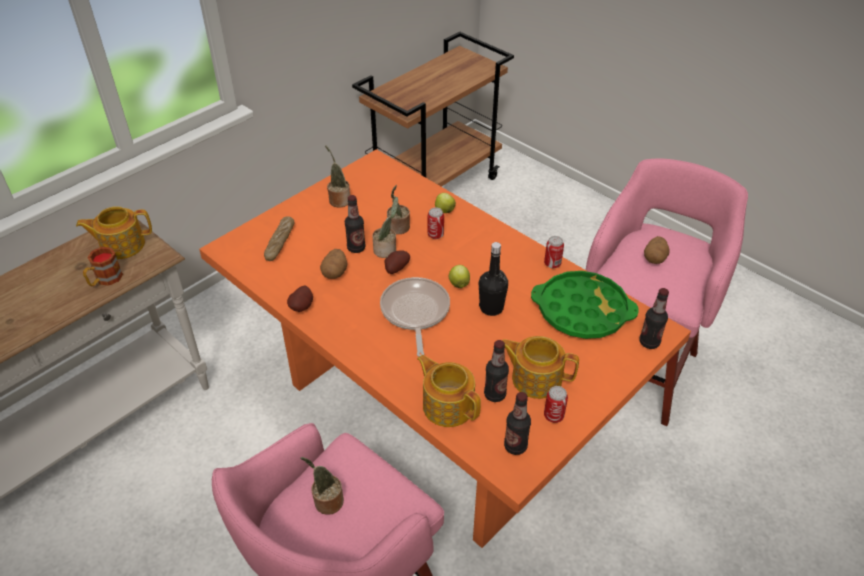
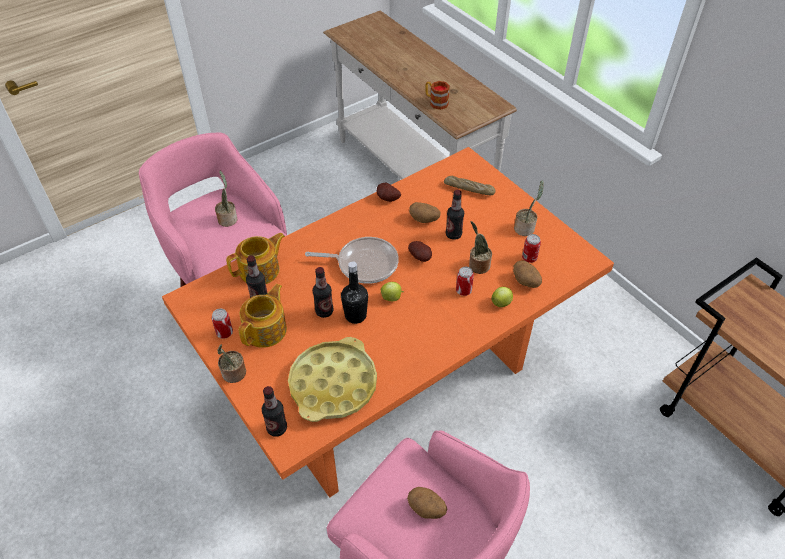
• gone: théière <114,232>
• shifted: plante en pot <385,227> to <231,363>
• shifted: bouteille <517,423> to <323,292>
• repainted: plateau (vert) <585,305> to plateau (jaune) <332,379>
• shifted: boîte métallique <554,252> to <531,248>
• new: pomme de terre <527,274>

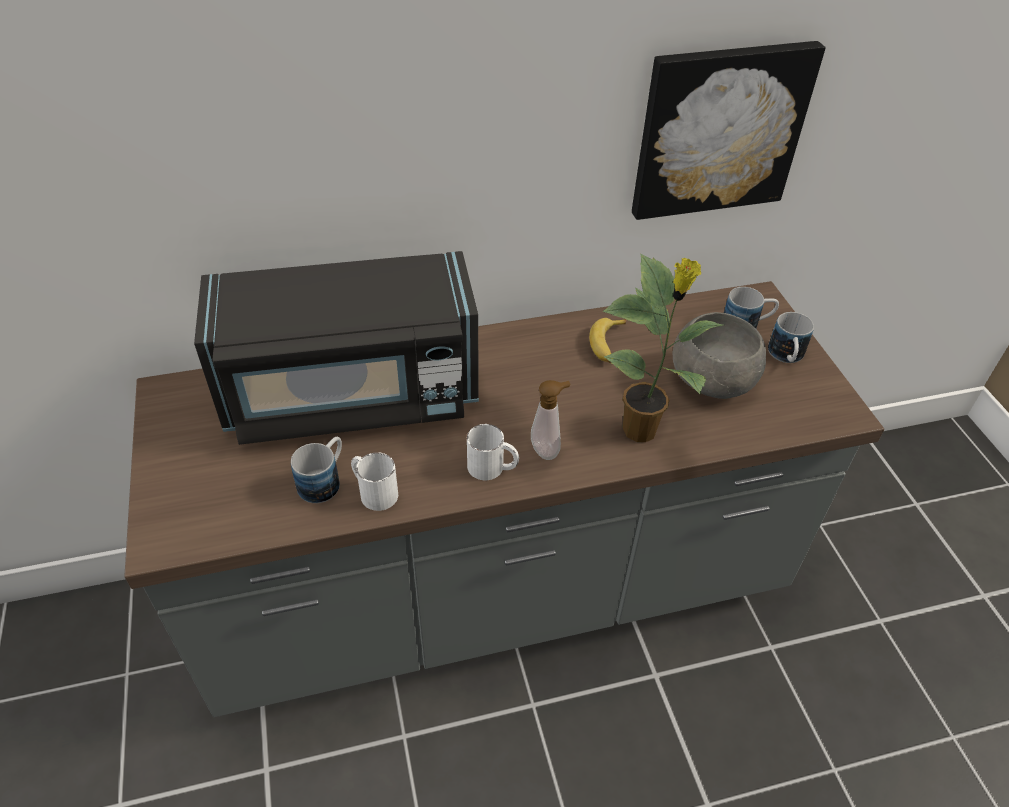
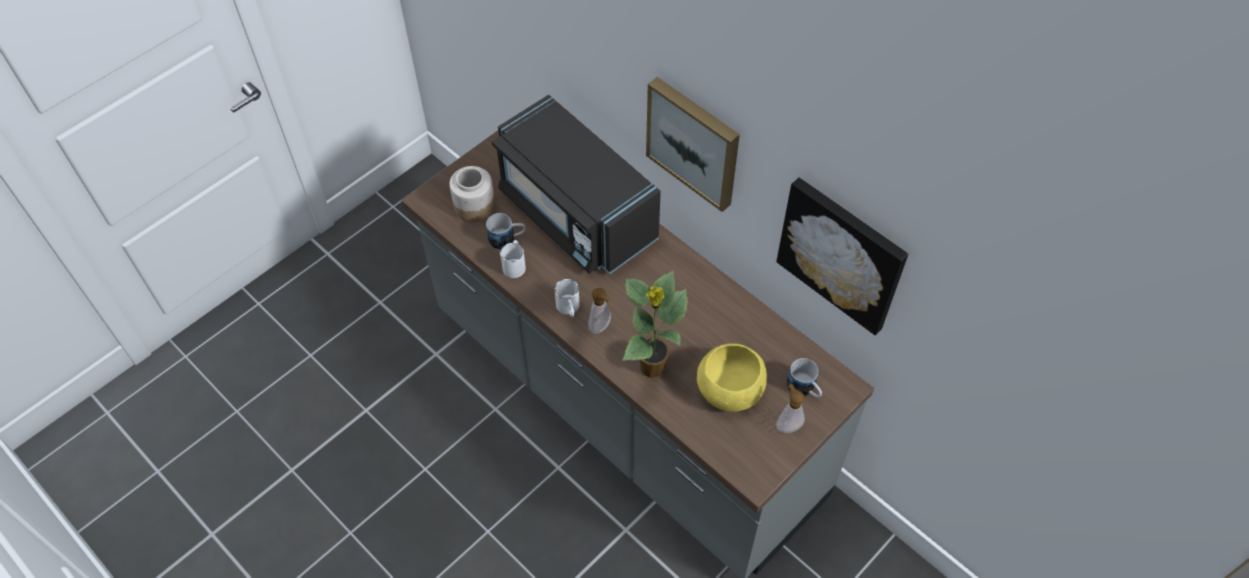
• gone: banane <607,340>
• repainted: bol (gris) <719,355> to bol (jaune) <732,377>
• swapped: mug <791,337> to distributeur de savon <790,408>
• new: bocal <472,194>
• new: tableau <693,144>

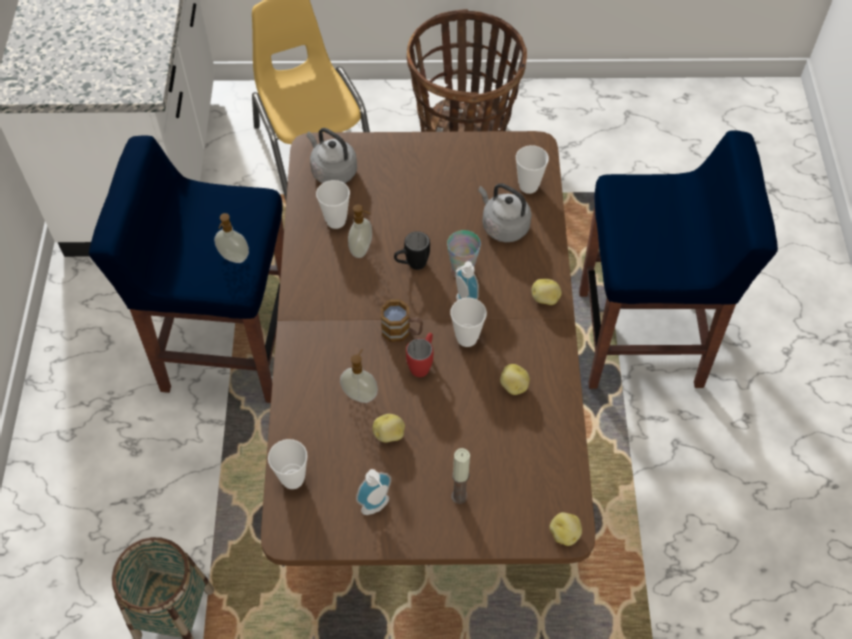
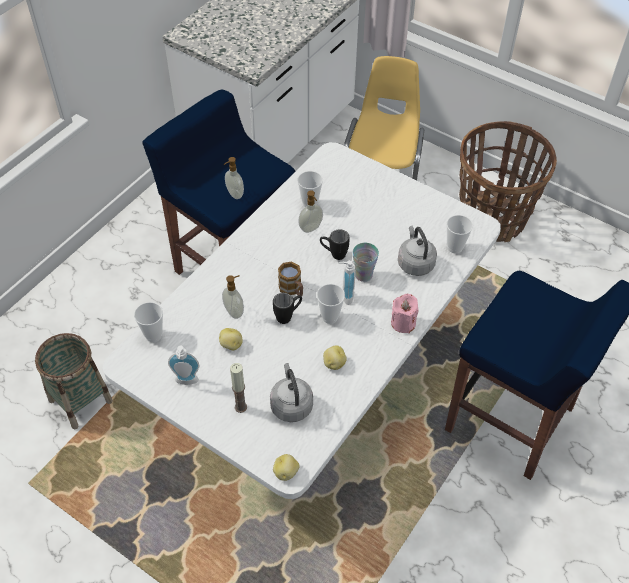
• repainted: table à manger (marron) <428,348> to table à manger (blanc) <302,320>
• shifted: bouilloire (gris) <332,155> to <291,392>
• repainted: mug (rouge) <419,355> to mug (noir) <287,308>
• swapped: pomme de terre <546,292> to bougie (rose) <405,313>

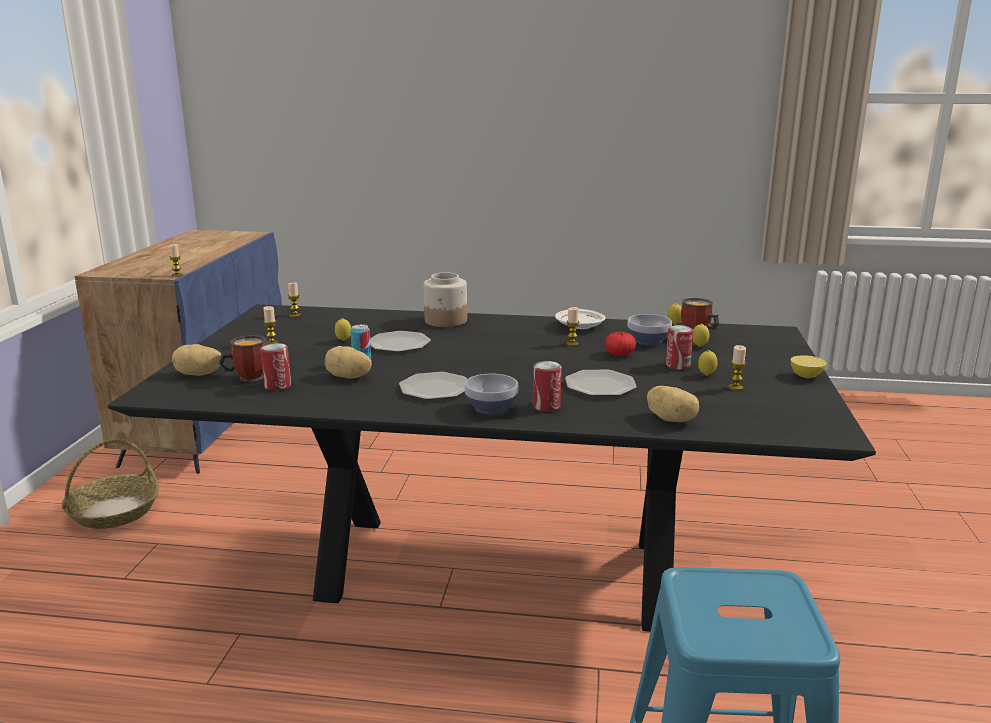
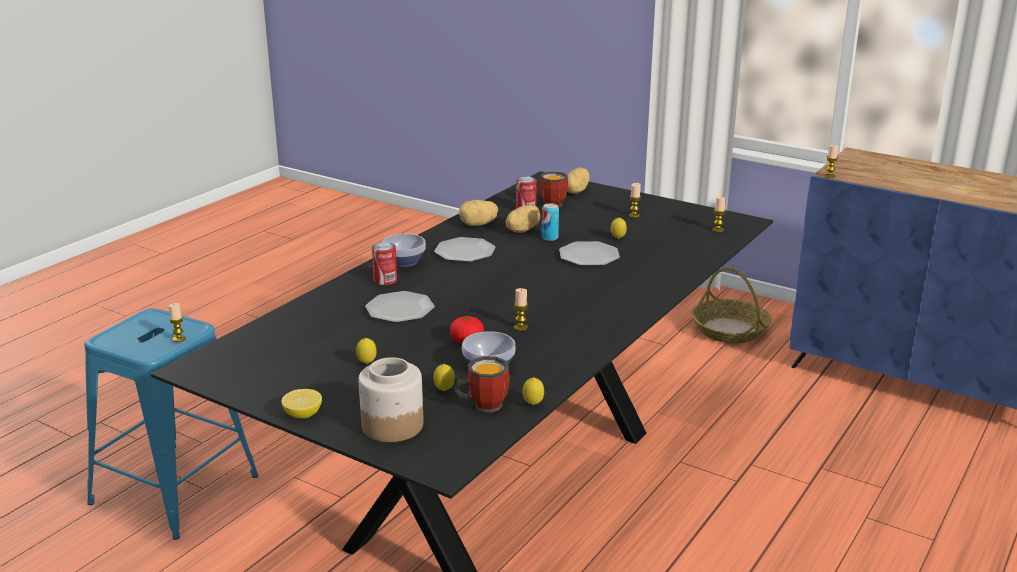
• shifted: bocal <445,299> to <390,399>
• gone: assiette (blanc) <580,319>
• shifted: pomme de terre <673,404> to <478,213>
• gone: boîte métallique <679,347>
• shifted: bougie <737,367> to <177,322>

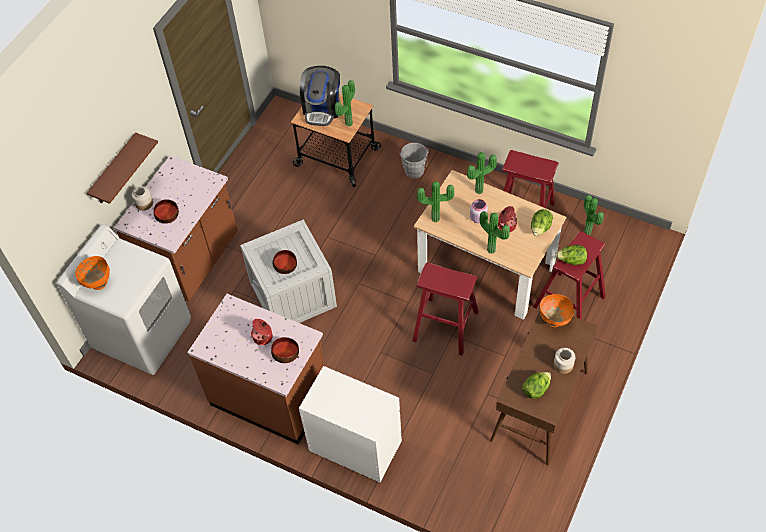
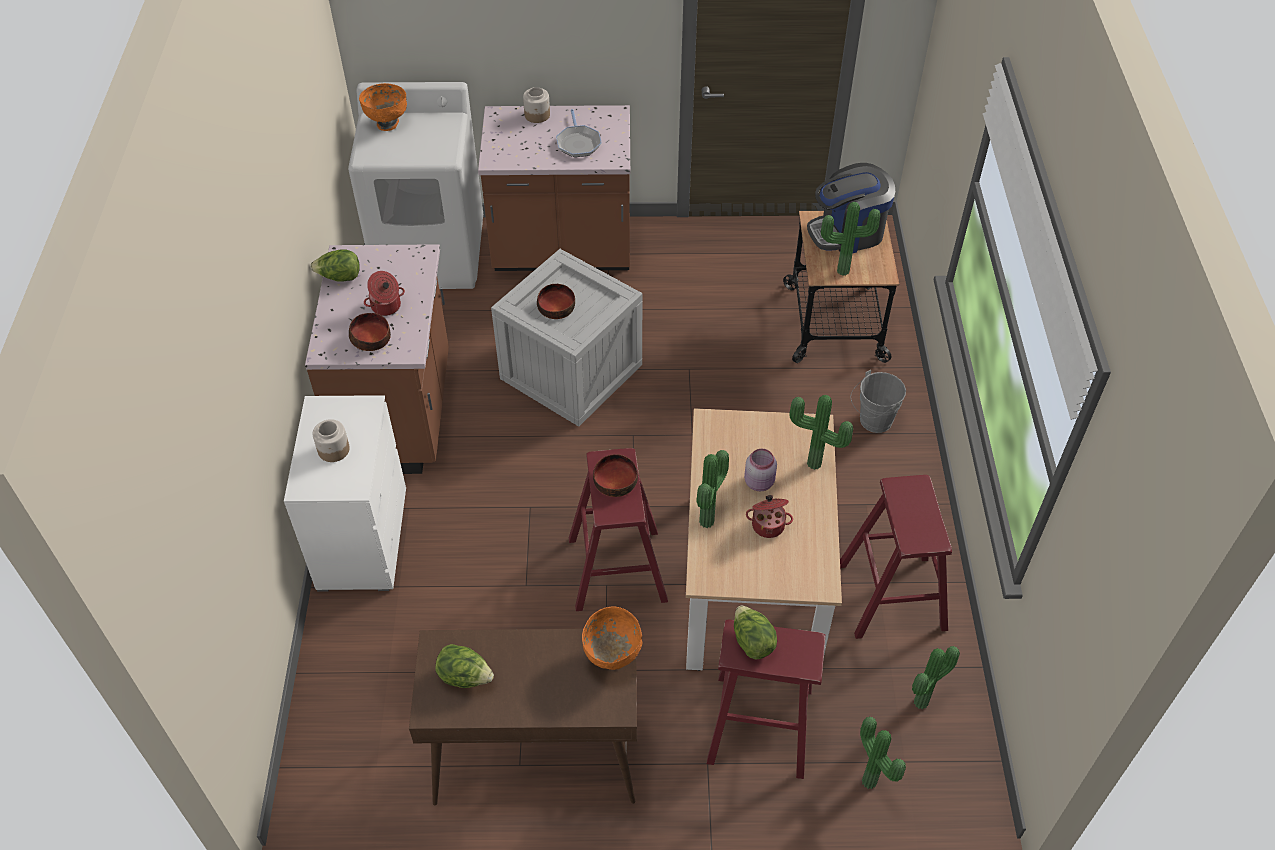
• gone: étagère (marron) <122,168>
• shifted: bol <166,211> to <615,475>
• shifted: plante en pot <435,201> to <883,753>
• shifted: laitue <542,222> to <335,265>
• shifted: bocal <564,361> to <331,440>
• new: poêle <579,133>

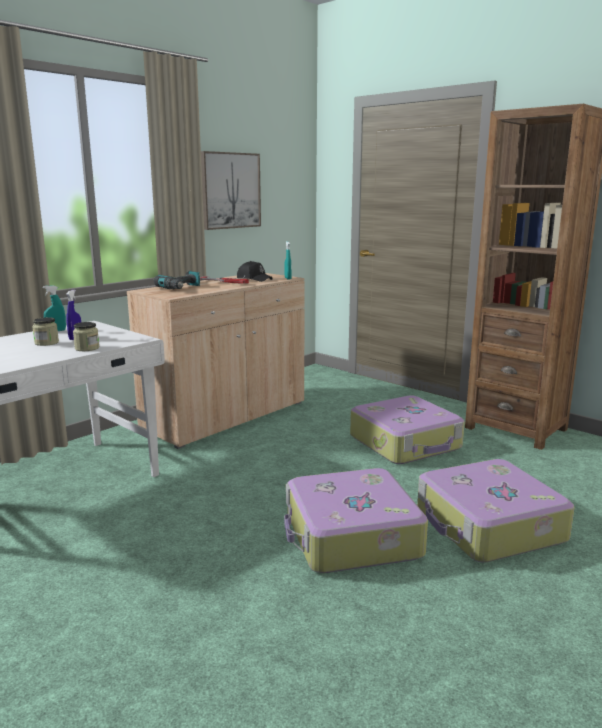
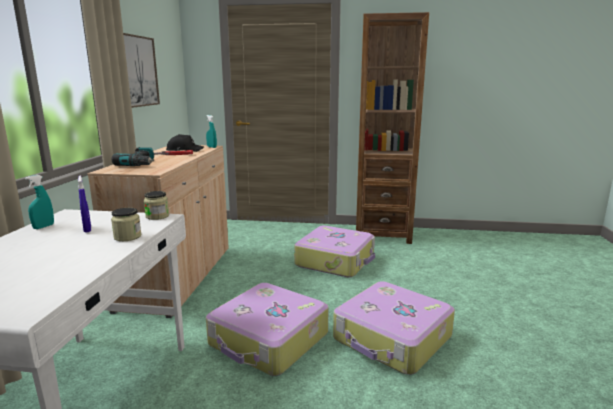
• shifted: bocal <45,331> to <156,205>
• shifted: valise <496,511> to <267,329>

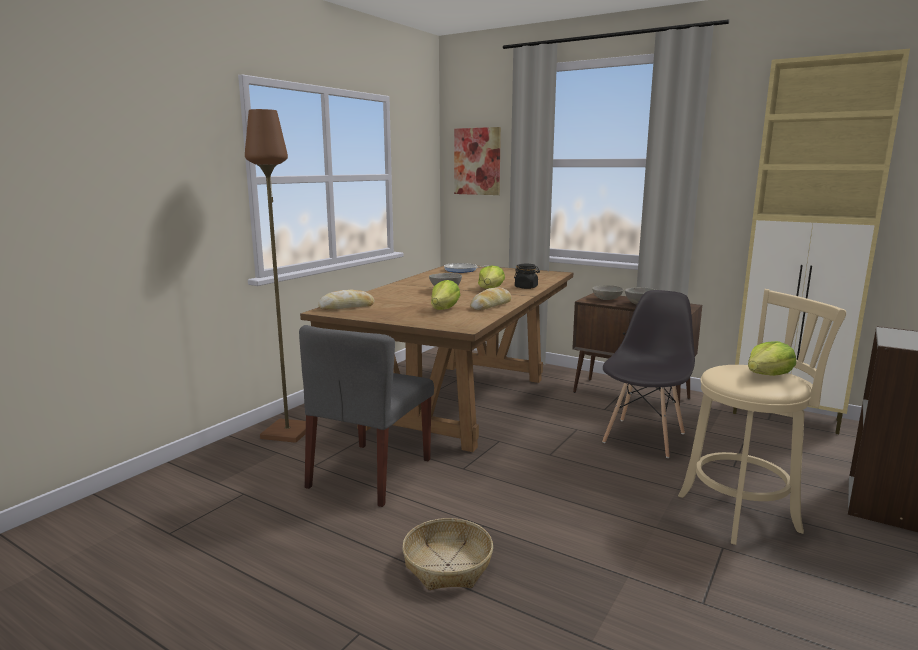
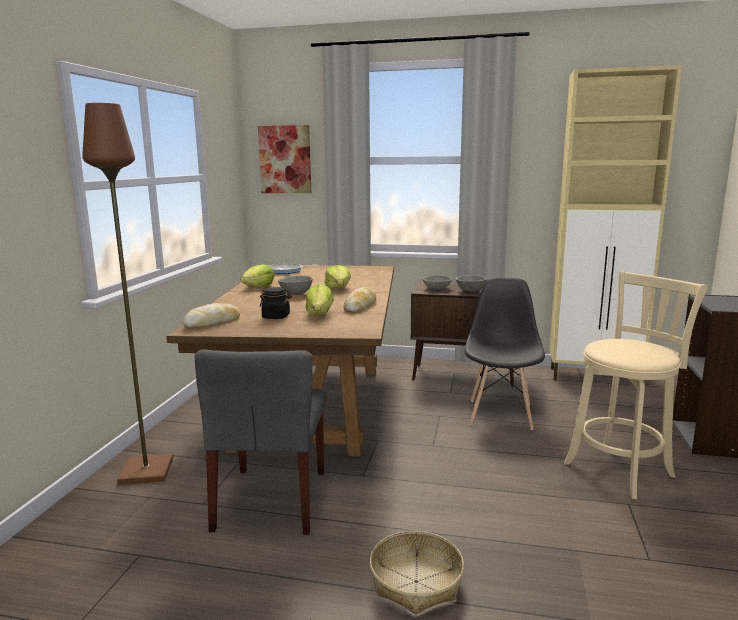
• shifted: bocal (noir) <527,276> to <276,303>
• shifted: laitue <772,358> to <257,275>

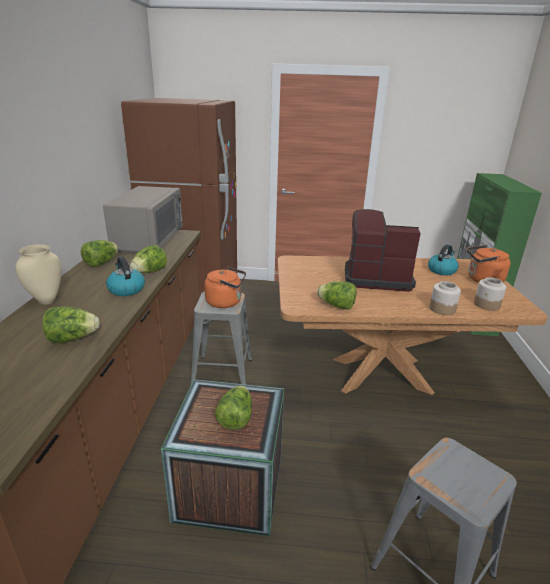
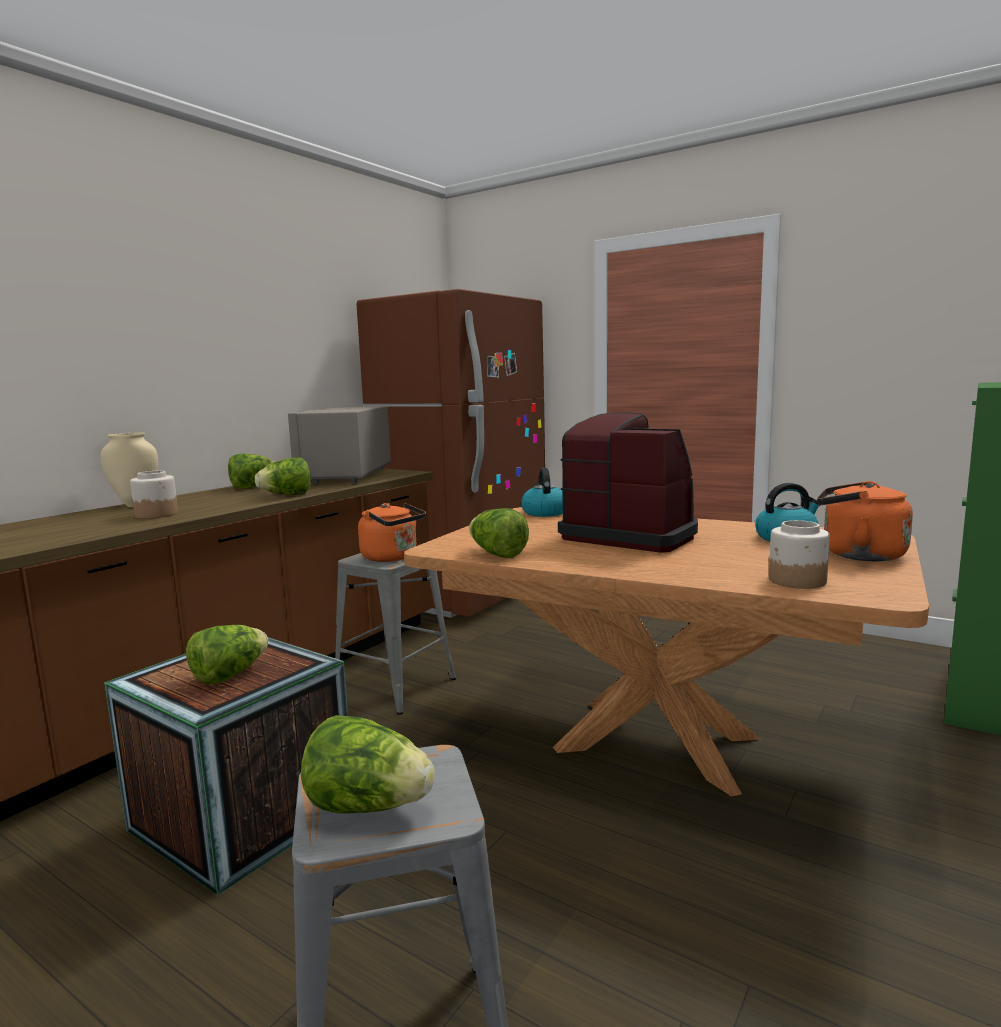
• shifted: laitue <71,324> to <368,764>
• rotated: micro-ondes (gris) <143,219> = <339,445> 150 degrees clockwise
• shifted: bouilloire <125,276> to <542,492>
• shifted: bocal <445,298> to <154,495>

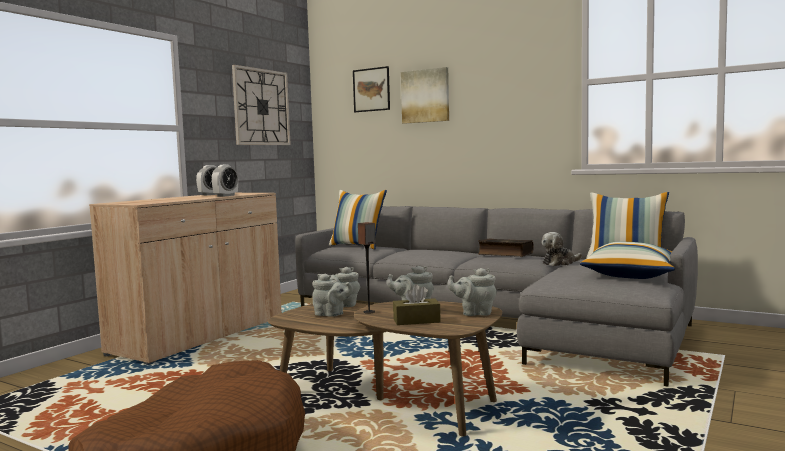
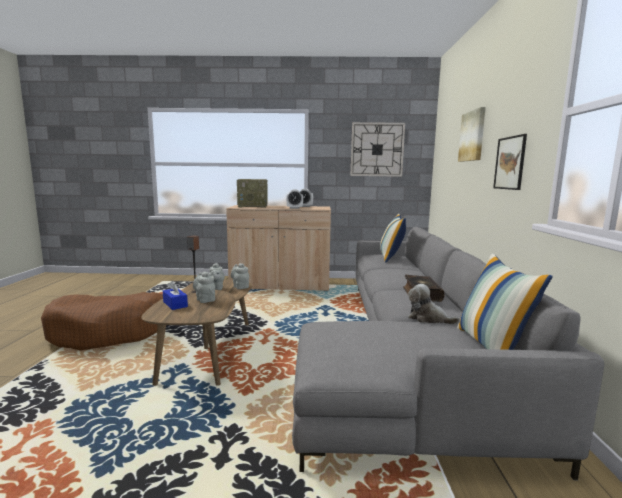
• shifted: tableau <371,89> to <510,162>
• repainted: boîte à mouchoirs (marron) <417,304> to boîte à mouchoirs (bleu) <175,295>
• gone: théière (gris) <472,292>
• gone: coussin <627,260>
• new: radio <252,193>

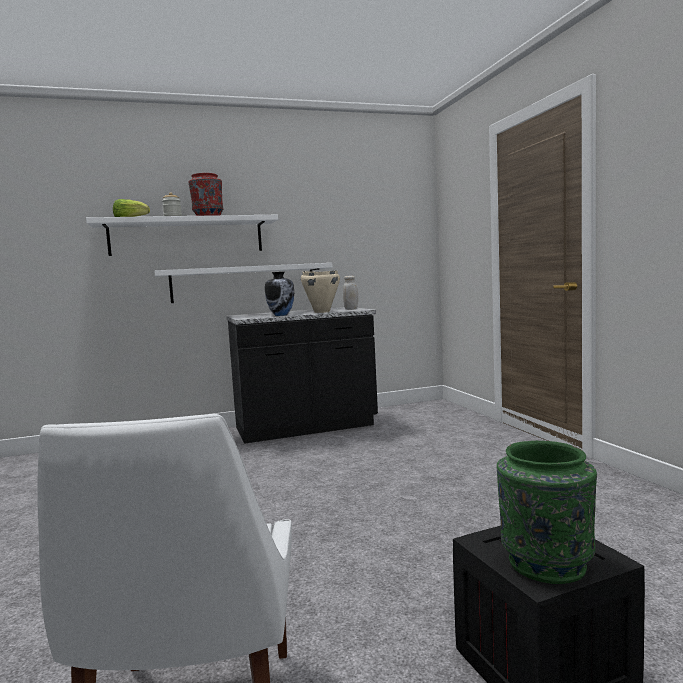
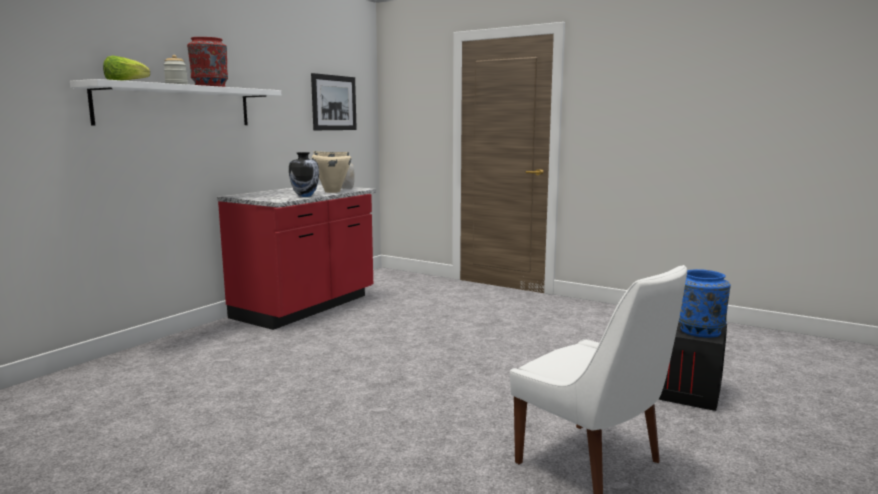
• gone: étagère (blanc) <243,283>
• repainted: comptoir de cuisine (noir) <302,375> to comptoir de cuisine (rouge) <296,257>
• repainted: vase (vert) <547,512> to vase (bleu) <705,303>
• new: tableau <334,101>

